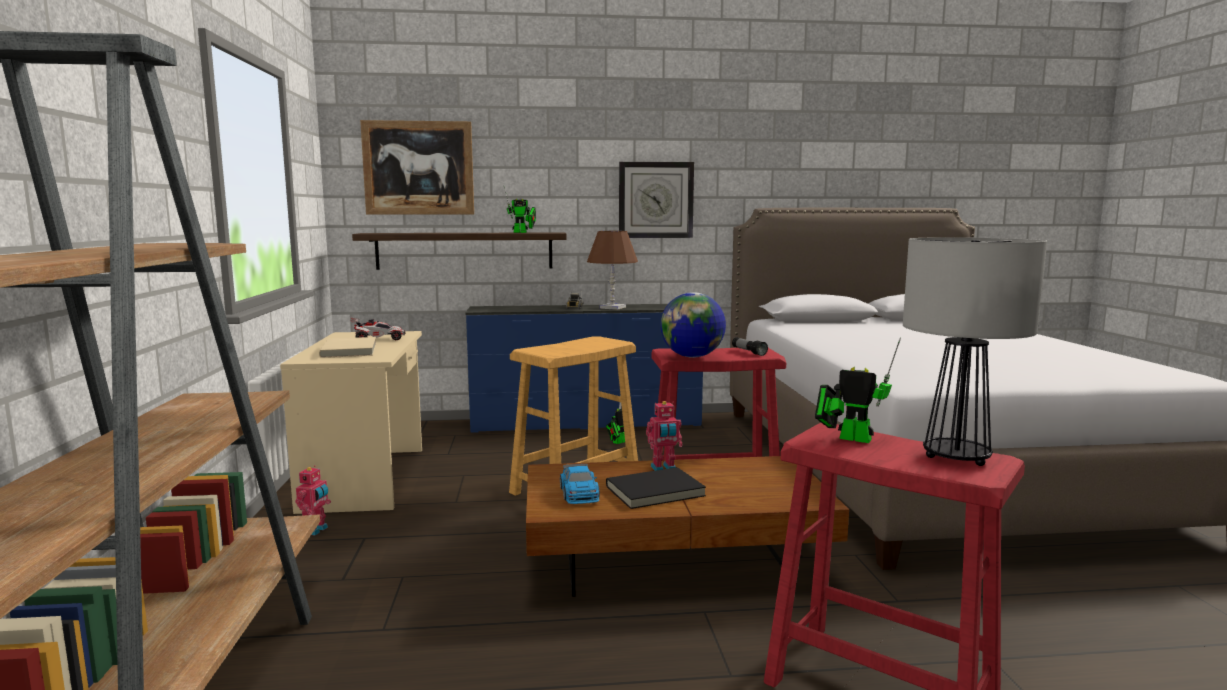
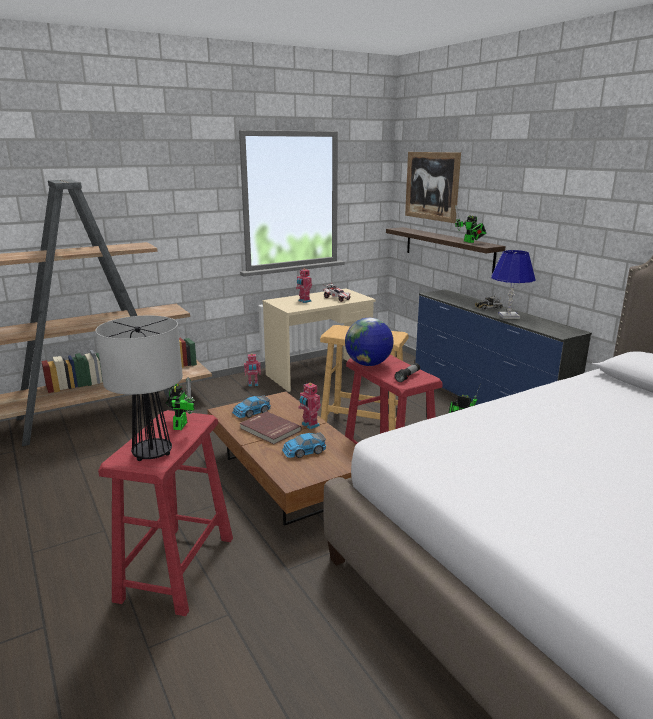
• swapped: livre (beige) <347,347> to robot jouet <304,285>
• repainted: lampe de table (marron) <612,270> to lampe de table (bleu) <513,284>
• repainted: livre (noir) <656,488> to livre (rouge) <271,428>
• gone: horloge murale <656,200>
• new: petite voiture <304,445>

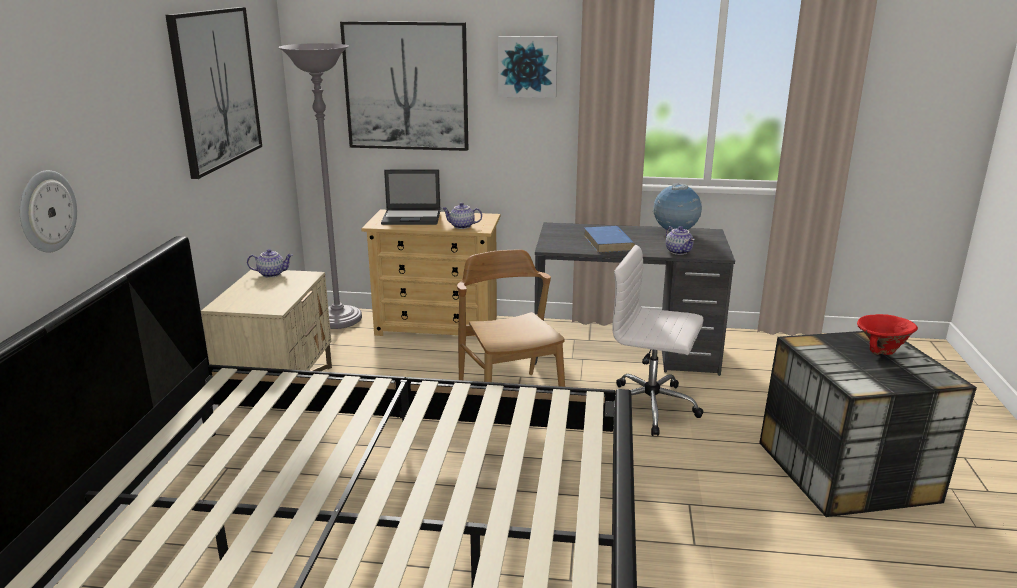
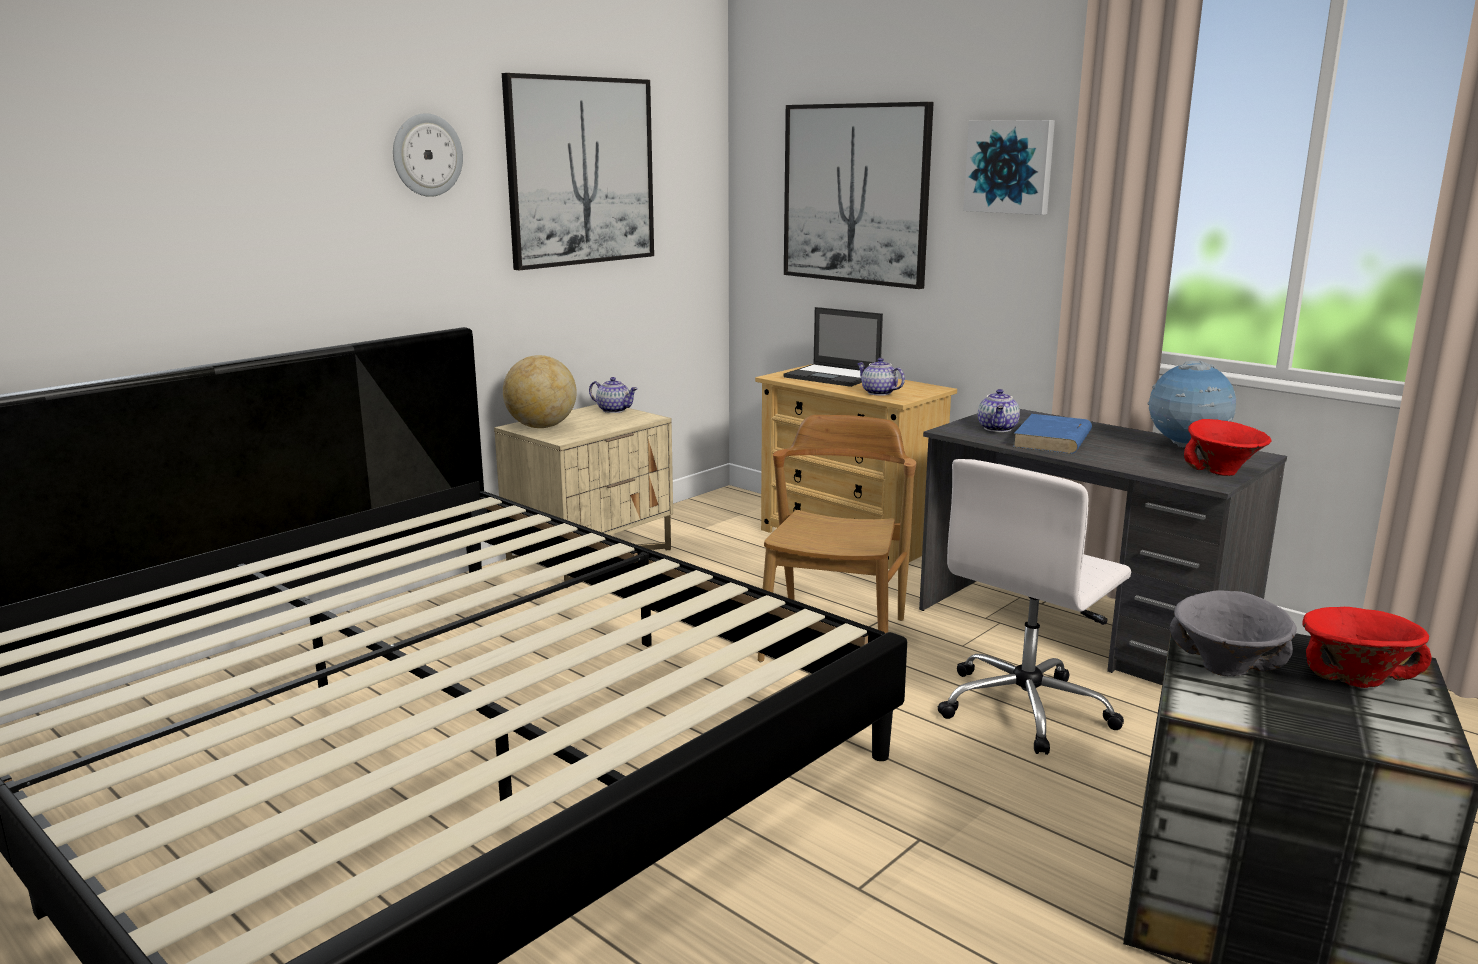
• shifted: horloge murale <48,211> to <428,155>
• gone: lampadaire (gris) <320,186>
• rotated: chaise de bureau (blanc) <658,340> = <1034,607> 105 degrees counterclockwise
• shifted: théière <680,240> to <999,410>
• new: globe <540,391>
• new: bol (gris) <1233,633>
• new: bol (rouge) <1227,447>

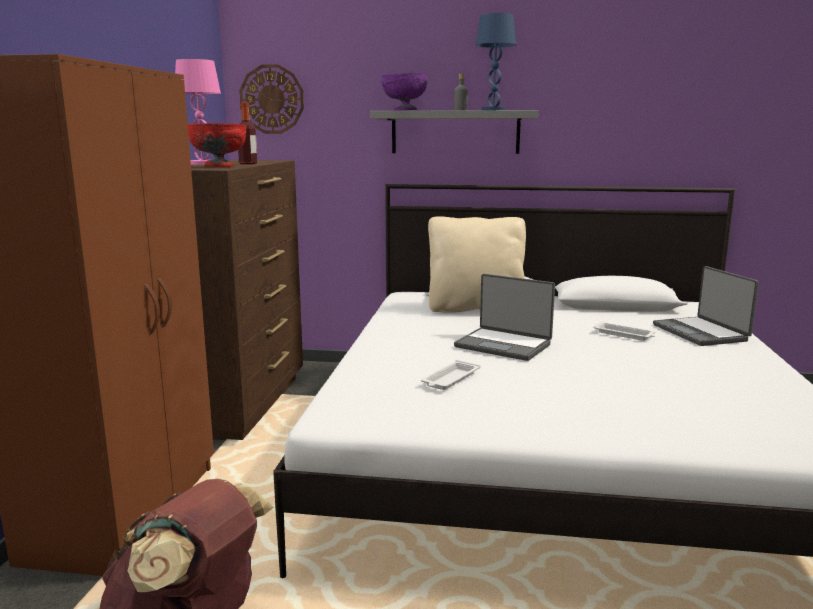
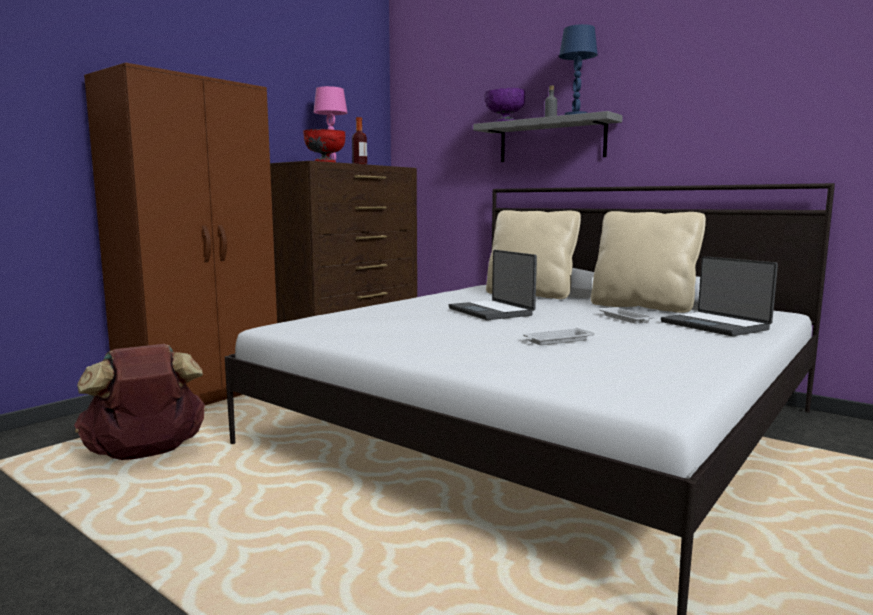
• gone: horloge murale <271,99>
• shifted: plateau (blanc) <450,375> to <558,336>
• rotated: ordinateur portable <706,306> = <719,296> 45 degrees counterclockwise
• new: coussin (beige) <648,262>

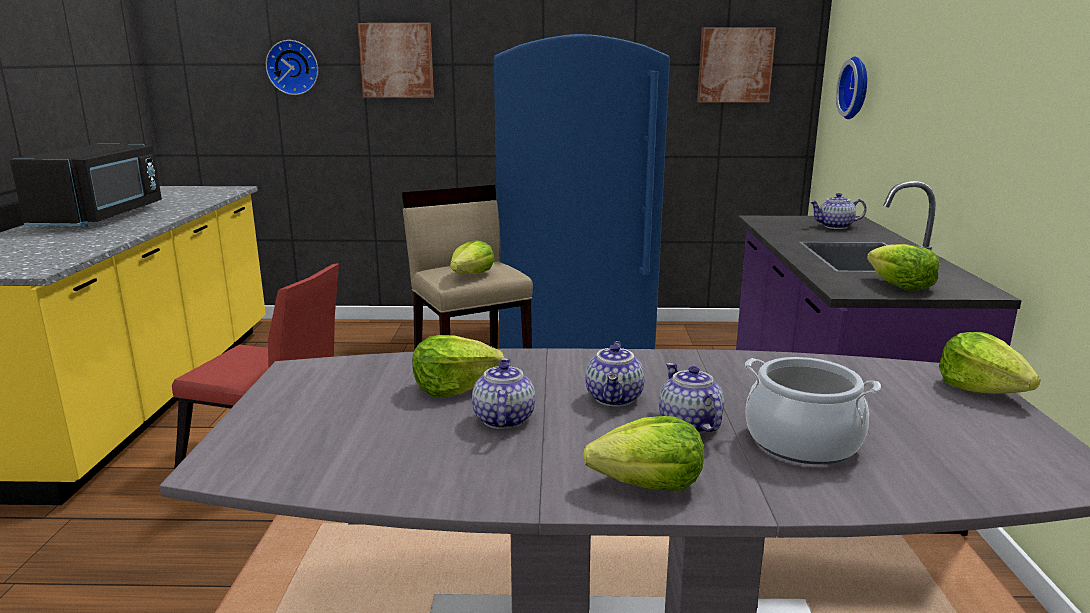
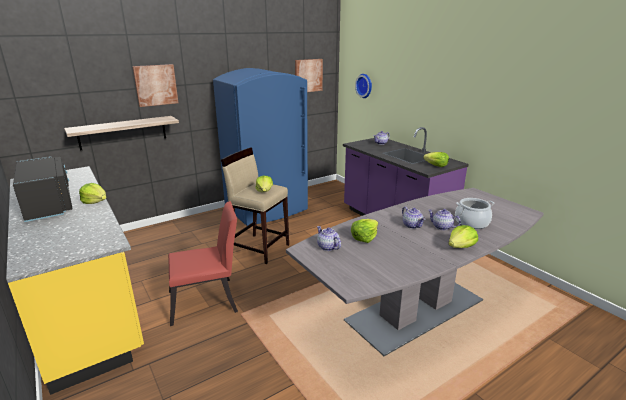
• gone: horloge murale <292,67>
• shifted: théière <503,393> to <329,238>
• shifted: laitue <990,363> to <92,193>
• new: étagère <121,133>

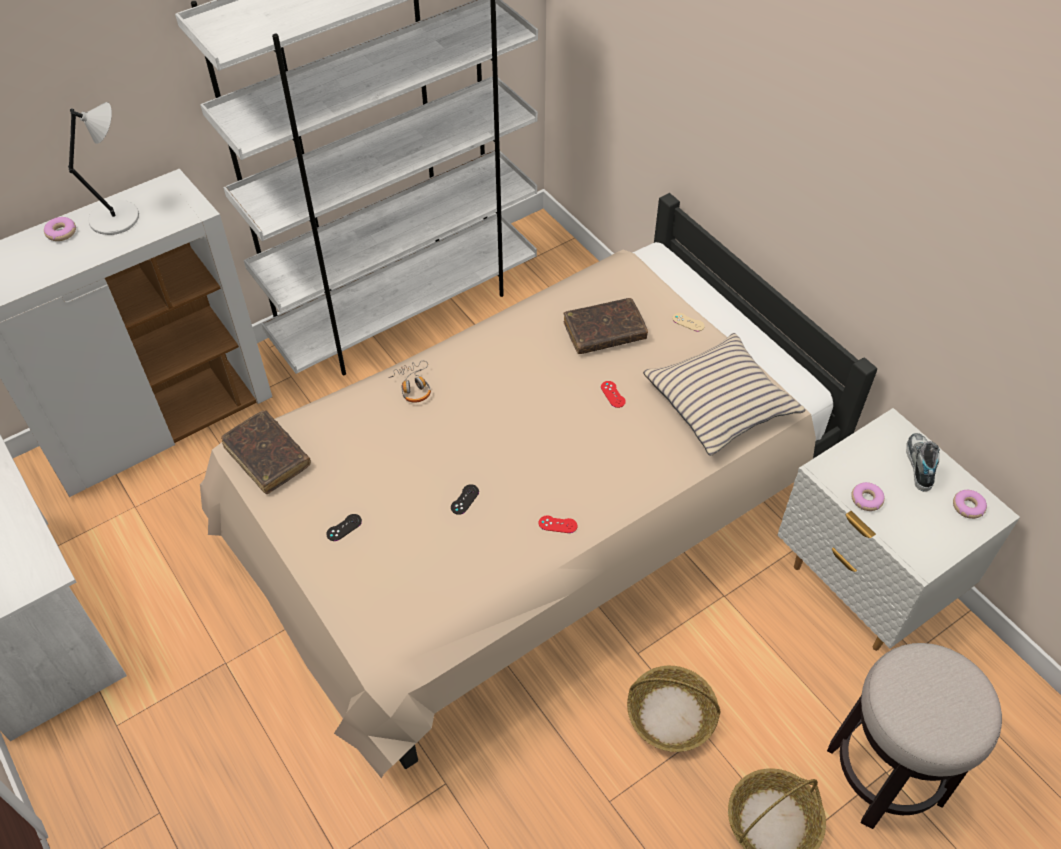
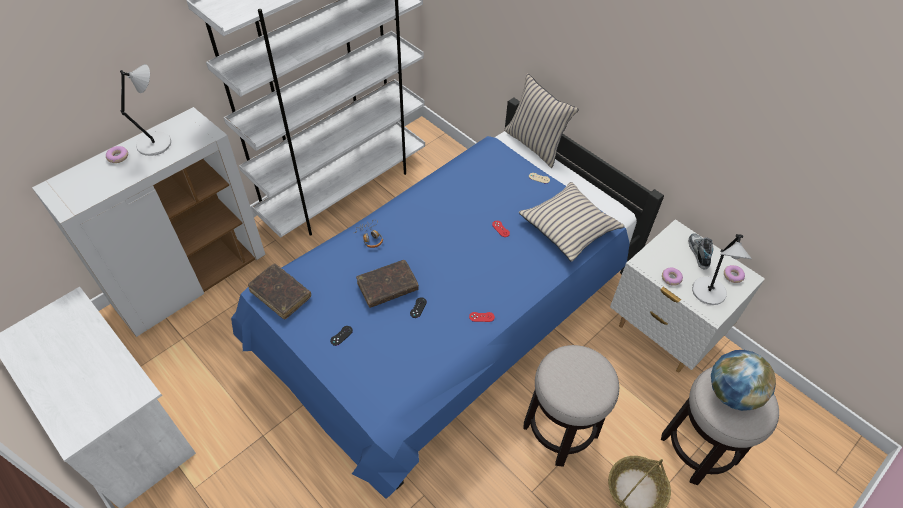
• repainted: lit (beige) <538,486> to lit (bleu) <447,298>
• shifted: livre (marron) <605,326> to <387,284>
• swapped: panier <673,708> to tabouret <571,406>
• new: coussin (beige) <541,121>
• new: lampe de table (gris) <722,269>
• new: globe <743,380>

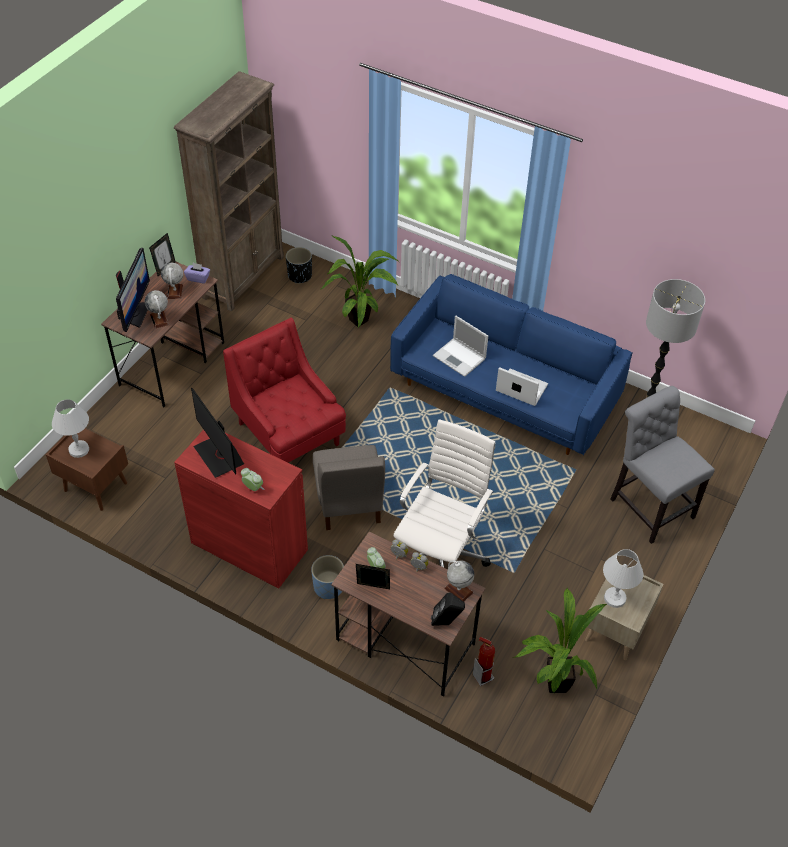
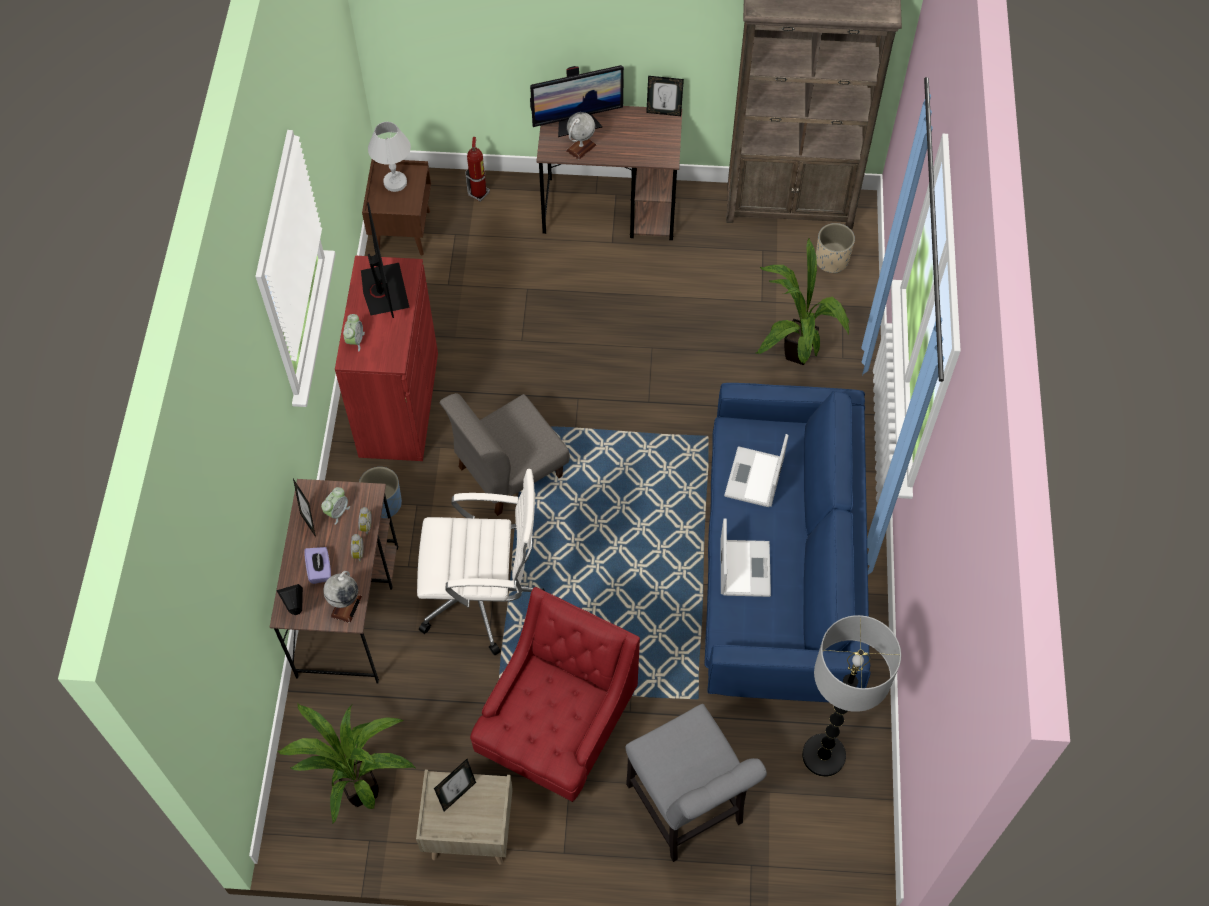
• gone: globe <172,281>
• shifted: boîte à mouchoirs (violet) <197,273> to <317,565>
• rotated: écran d'ordinateur <217,433> = <385,260> 135 degrees clockwise
• shifted: fauteuil (rouge) <284,390> to <555,694>
• repainted: cache-pot (noir) <299,265> to cache-pot (beige) <835,248>
• shifted: extincteur <484,661> to <477,169>
• swapped: lampe de table (blanc) <623,578> to cadre photo <455,785>
• rotated: chaise (gris) <662,465> = <696,783> 120 degrees clockwise

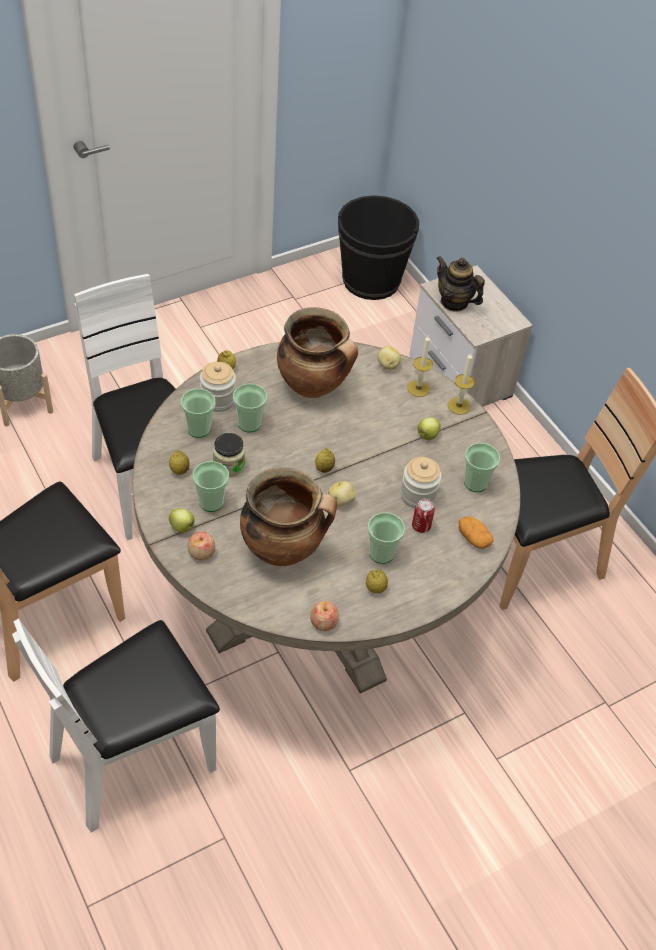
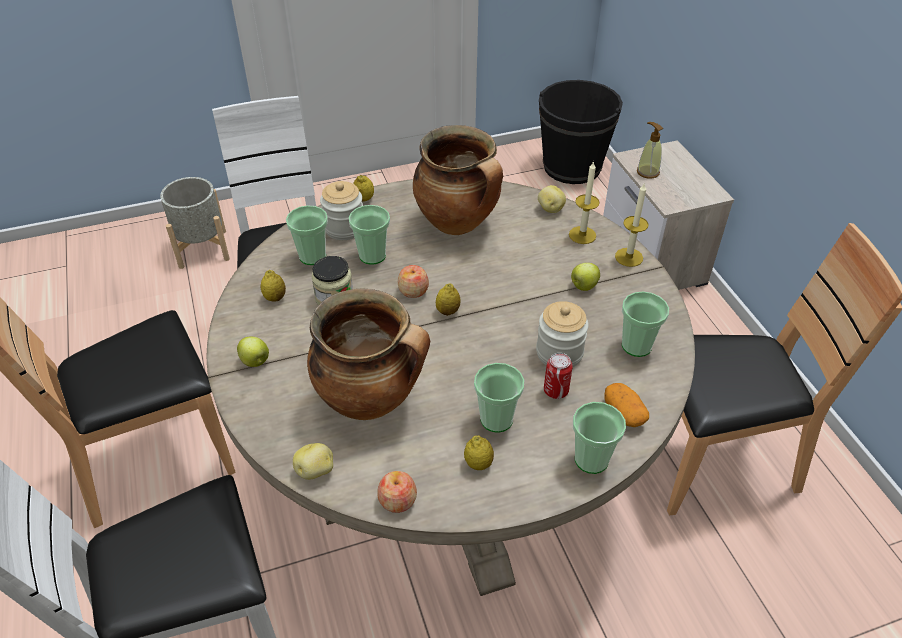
• shifted: pomme <201,546> to <413,281>
• shifted: tasse <211,486> to <599,438>
• shifted: pomme de terre <342,494> to <313,461>
• swapped: théière <461,284> to distributeur de savon <650,150>

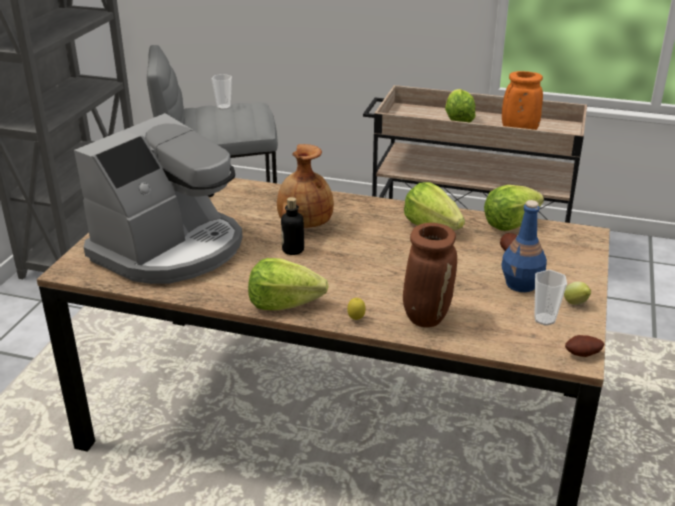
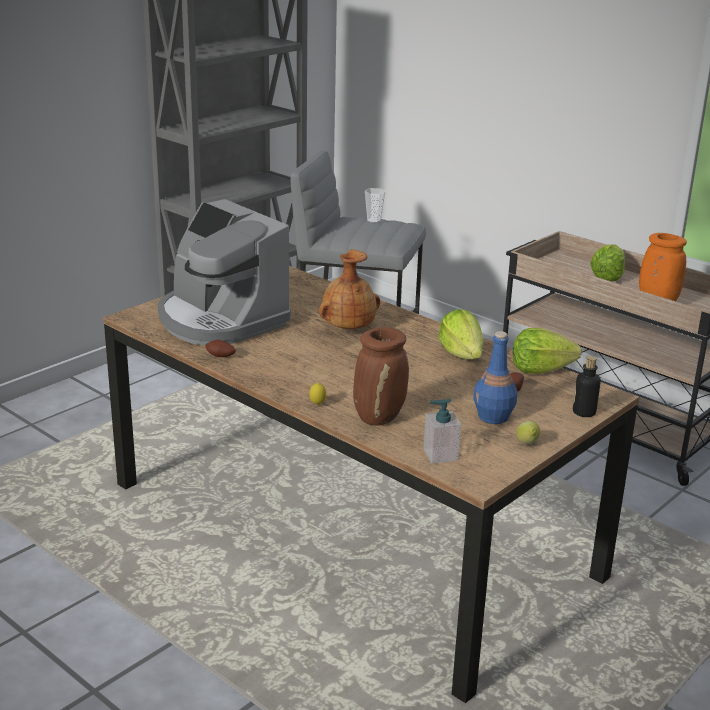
• rotated: machine à café <158,198> = <224,272> 75 degrees clockwise
• gone: laitue <288,284>
• shifted: bouteille <292,226> to <587,386>
• gone: tasse <551,298>
• shifted: pomme de terre <584,346> to <221,348>
• new: distributeur de savon <442,431>

